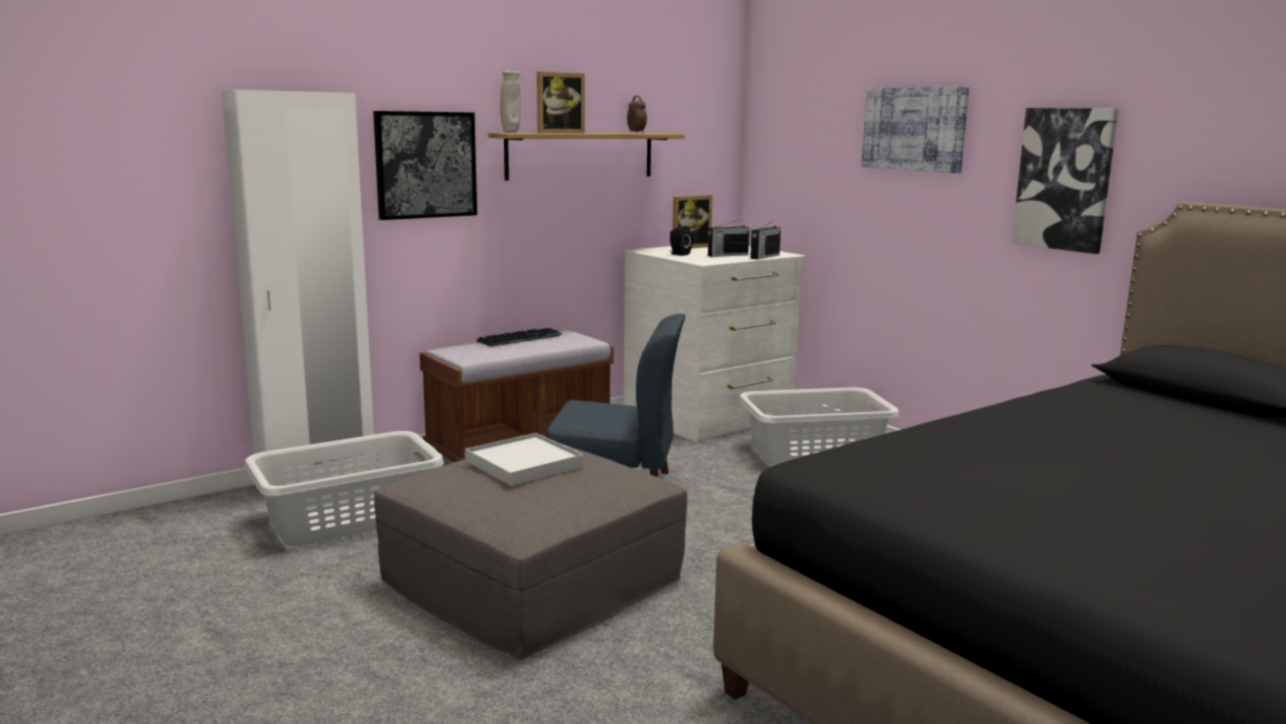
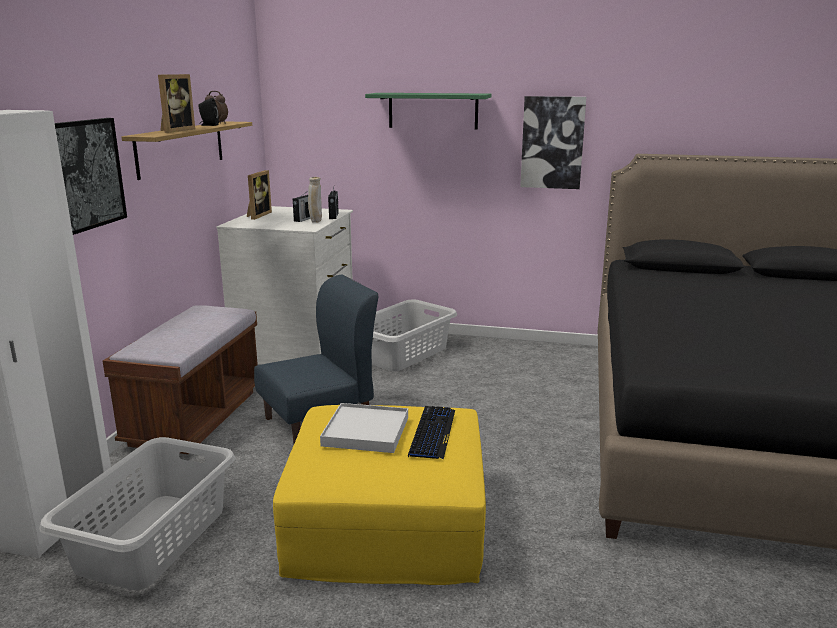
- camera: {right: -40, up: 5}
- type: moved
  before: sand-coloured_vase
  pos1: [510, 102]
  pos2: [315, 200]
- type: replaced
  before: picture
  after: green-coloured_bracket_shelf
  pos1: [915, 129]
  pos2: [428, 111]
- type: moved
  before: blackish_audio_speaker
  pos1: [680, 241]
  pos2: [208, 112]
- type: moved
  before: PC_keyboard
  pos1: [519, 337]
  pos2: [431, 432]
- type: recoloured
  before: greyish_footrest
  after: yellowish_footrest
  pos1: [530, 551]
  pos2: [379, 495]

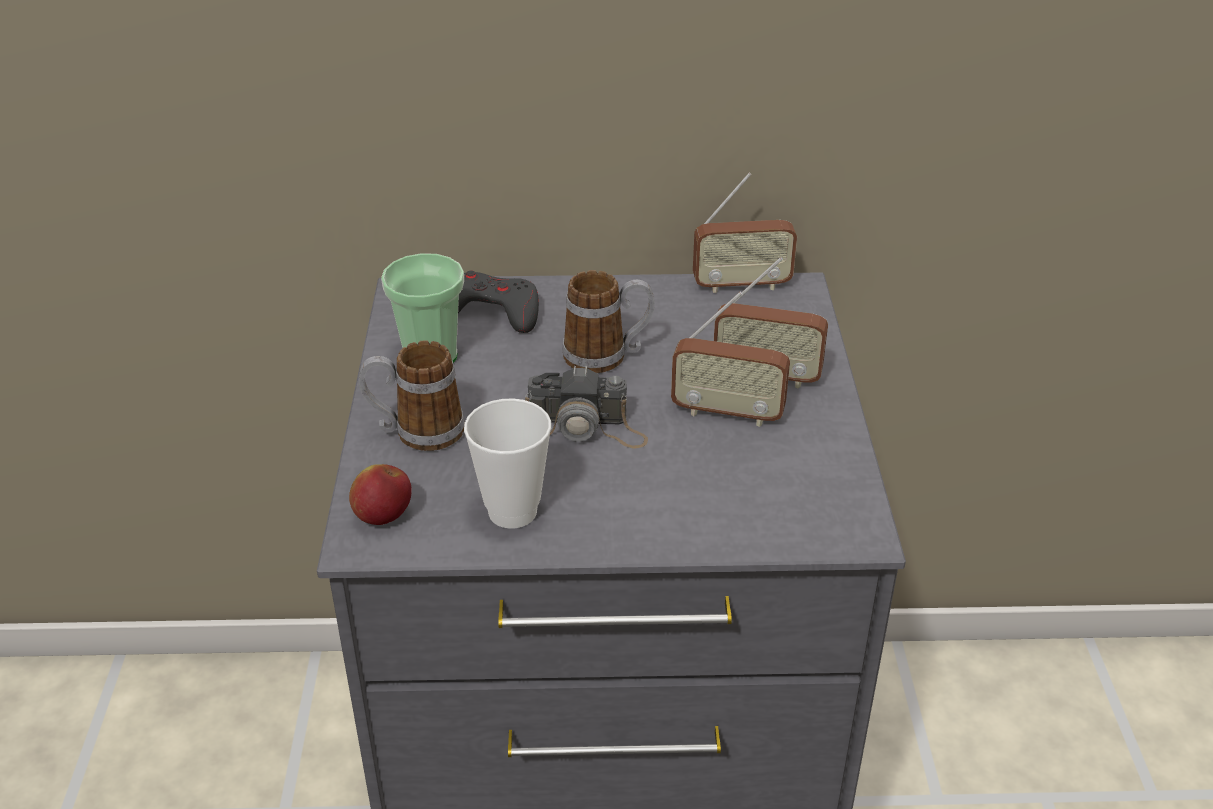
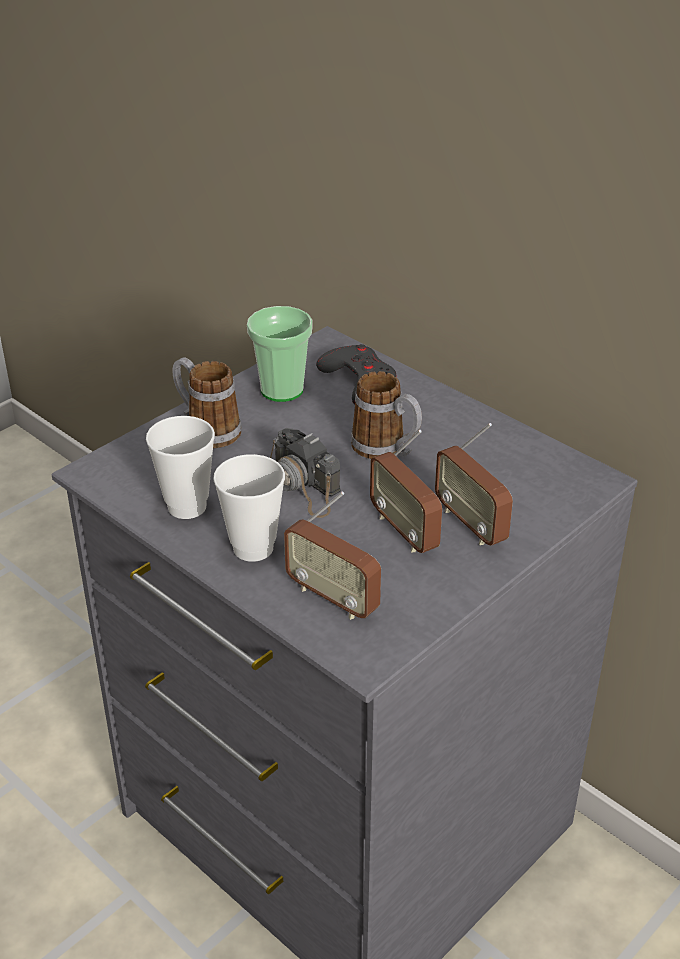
- camera: {right: 45, up: 0}
- type: moved
  before: radio
  pos1: [745, 233]
  pos2: [332, 556]
- type: removed
  before: apple_fruit
  pos1: [380, 494]
- type: added
  after: drinking_cup
  pos2: [249, 508]

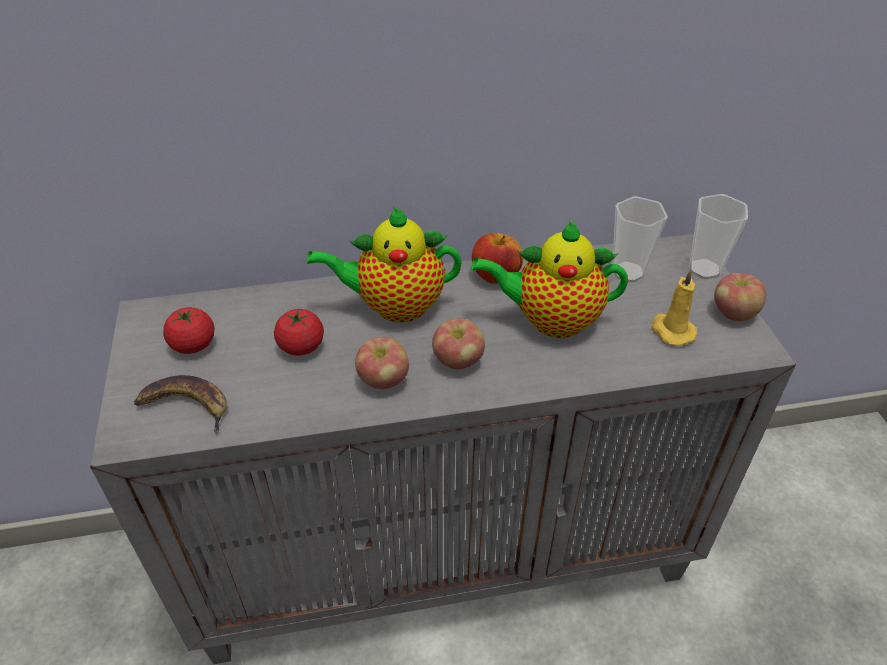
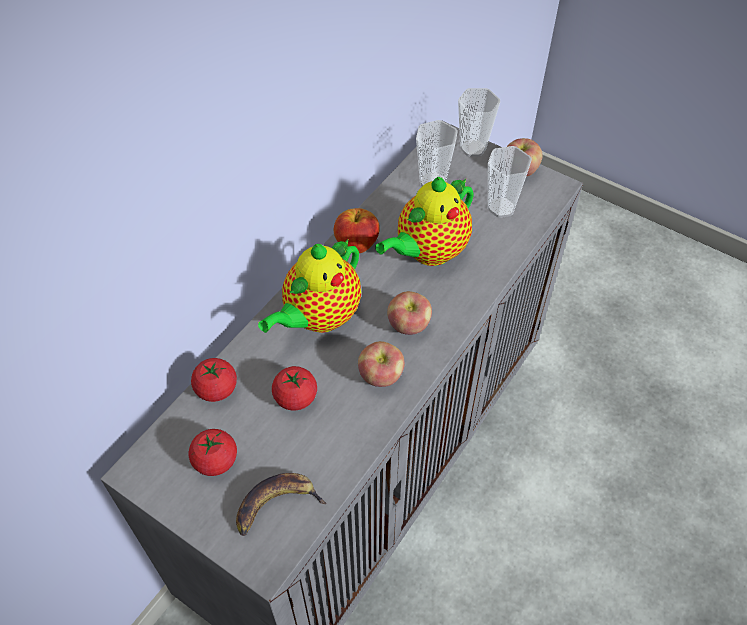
- camera: {right: -45, up: 10}
- type: replaced
  before: yellowish_candle
  after: drinking_cup
  pos1: [674, 307]
  pos2: [510, 182]
- type: added
  after: fresh_tomato
  pos2: [214, 380]

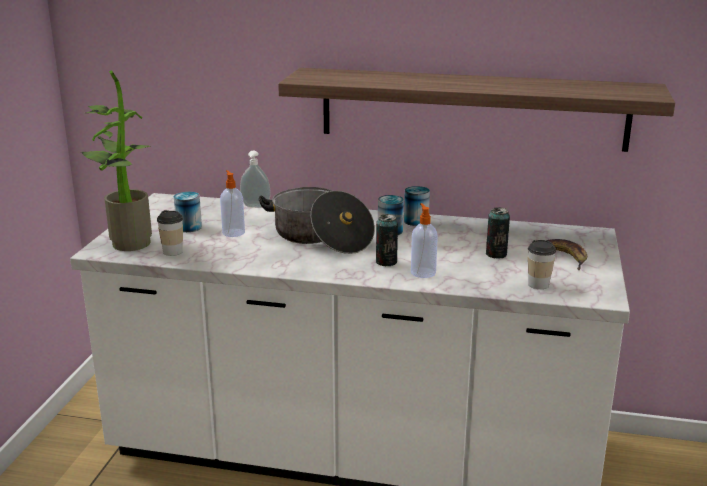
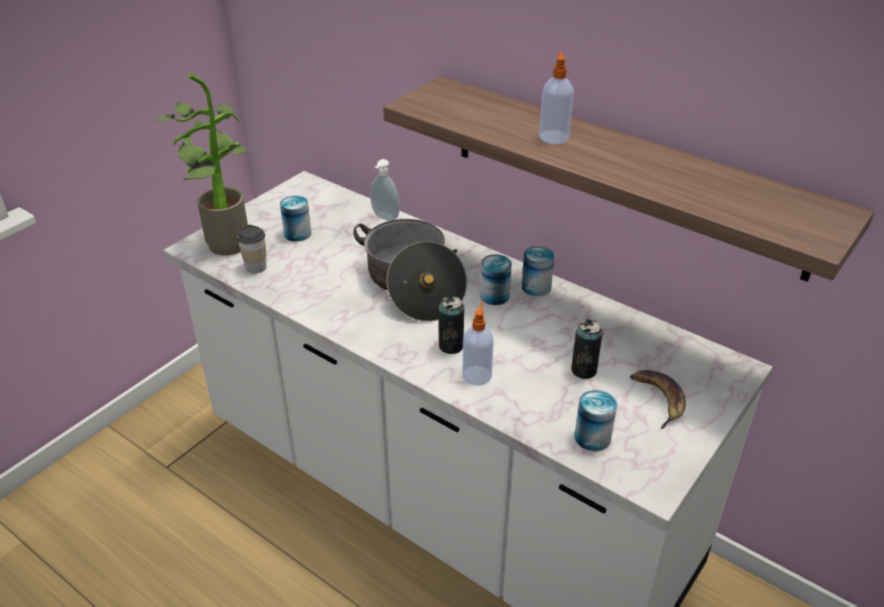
- camera: {right: 25, up: 15}
- type: moved
  before: soap_dispenser
  pos1: [232, 203]
  pos2: [556, 97]
- type: replaced
  before: drinking_cup
  after: can
  pos1: [542, 264]
  pos2: [595, 420]

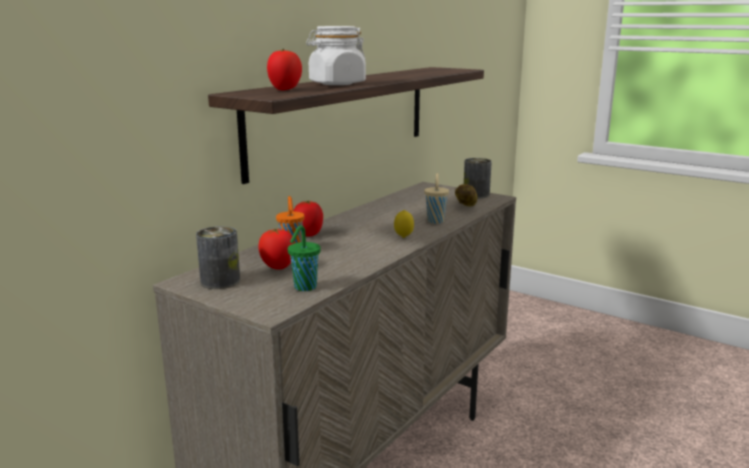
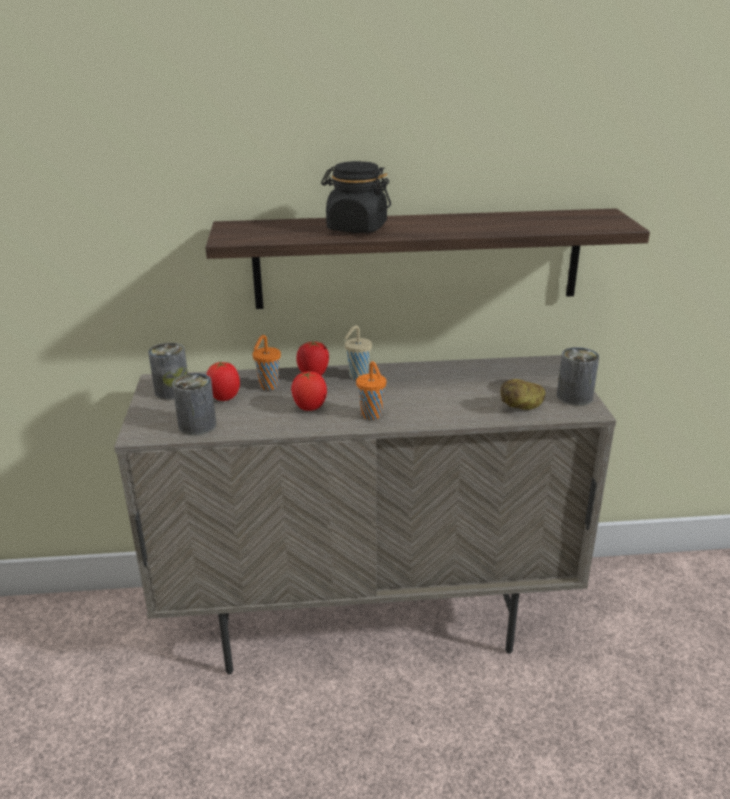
- camera: {right: 50, up: 10}
- type: recoloured
  before: whitish_storage_jar
  after: blackish_storage_jar
  pos1: [336, 55]
  pos2: [356, 197]
- type: moved
  before: fresh_tomato
  pos1: [284, 69]
  pos2: [309, 391]
- type: moved
  before: sand-coloured_drinking_cup
  pos1: [436, 198]
  pos2: [358, 352]
- type: replaced
  before: lemon
  after: orange_drinking_cup
  pos1: [404, 224]
  pos2: [371, 390]
- type: replaced
  before: green-coloured_drinking_cup
  after: can
  pos1: [304, 258]
  pos2: [194, 404]

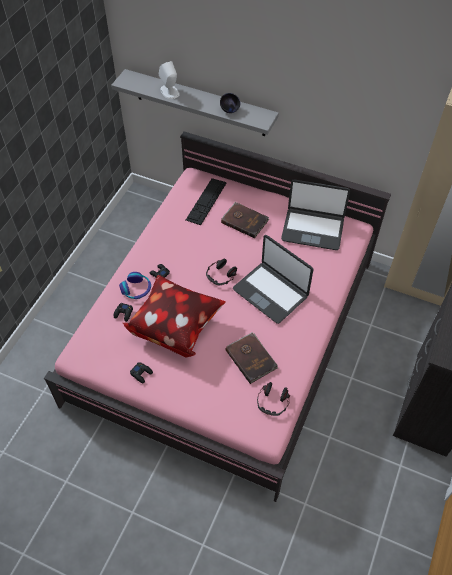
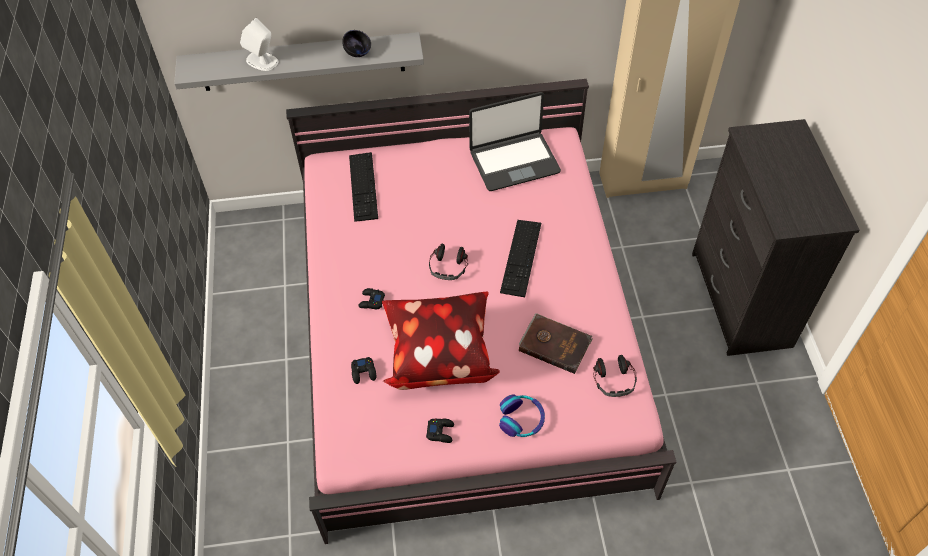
- camera: {right: -30, up: 0}
- type: removed
  before: brown-coloured_book
  pos1: [245, 220]
- type: replaced
  before: portable_computer
  after: PC_keyboard
  pos1: [273, 279]
  pos2: [520, 258]
- type: moved
  before: pair_of_headphones
  pos1: [135, 285]
  pos2: [522, 416]

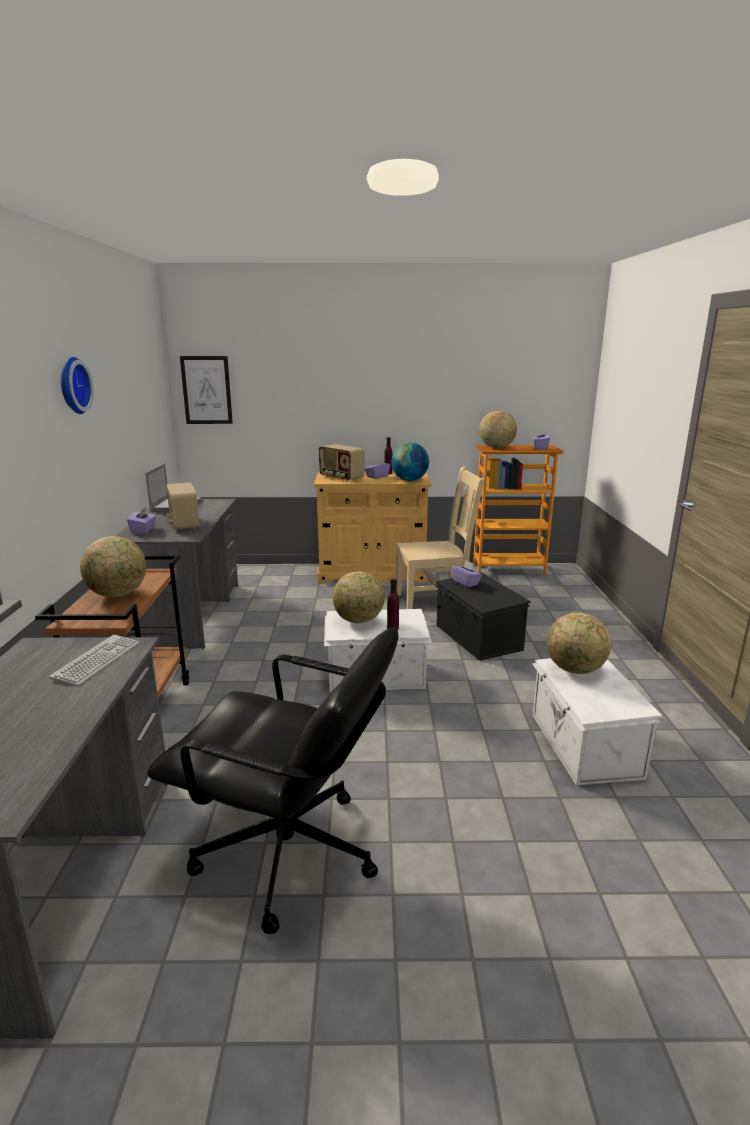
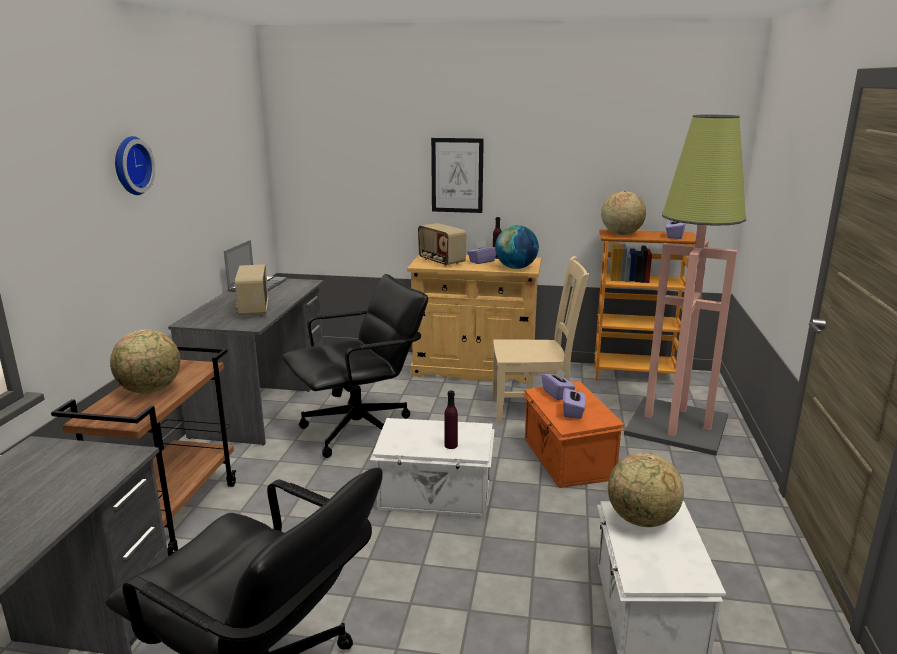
- camera: {right: 10, up: 0}
- type: moved
  before: picture
  pos1: [206, 390]
  pos2: [457, 175]
- type: moved
  before: purple-coloured_box_of_tissues
  pos1: [141, 520]
  pos2: [574, 403]
- type: removed
  before: world_globe
  pos1: [359, 597]
- type: recoloured
  before: blackish_storage_container
  after: orange_storage_container
  pos1: [482, 616]
  pos2: [573, 434]
- type: removed
  before: PC_keyboard
  pos1: [94, 660]
- type: added
  after: standard_lamp
  pos2: [685, 285]
- type: added
  after: blackish_desk_chair
  pos2: [355, 366]

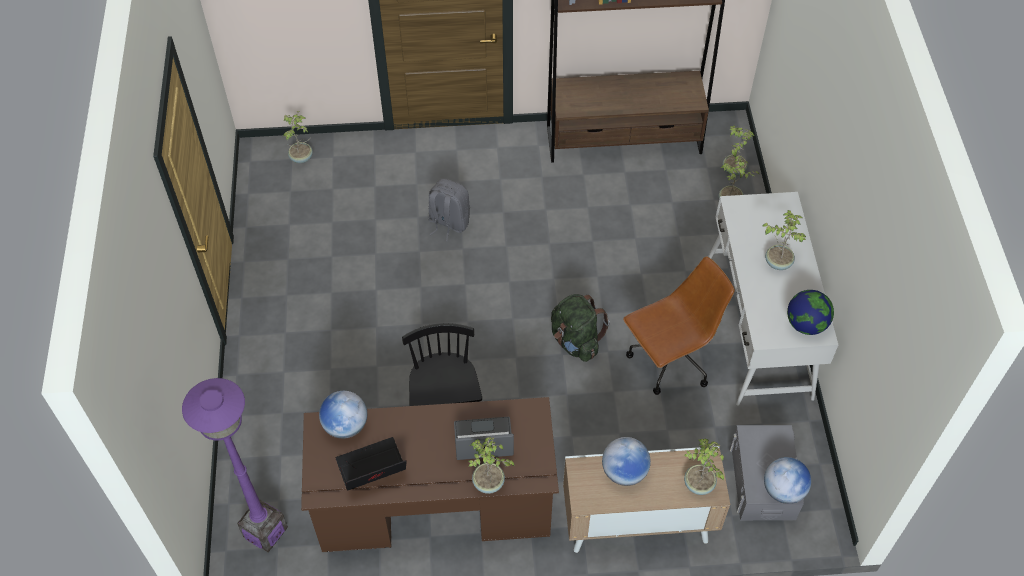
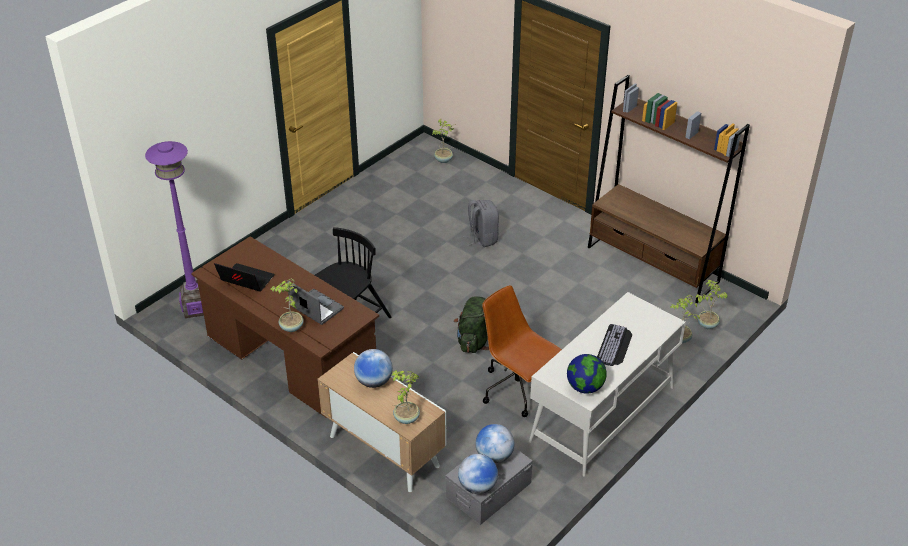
- camera: {right: 45, up: -15}
- type: replaced
  before: potted_plant
  after: PC_keyboard
  pos1: [785, 240]
  pos2: [614, 345]
- type: turned
  before: brown-coloured_desk_chair
  pos1: [679, 325]
  pos2: [522, 351]
  turn: -150
- type: moved
  before: world_globe
  pos1: [343, 415]
  pos2: [494, 443]

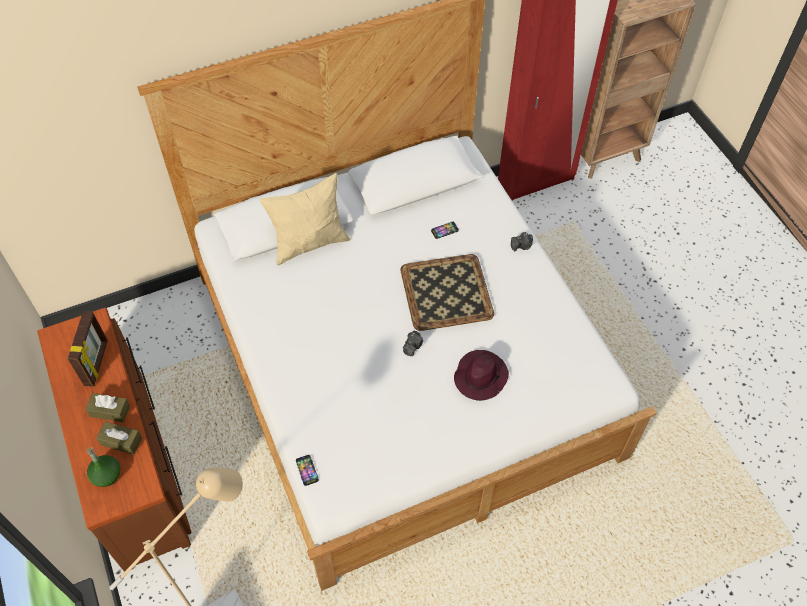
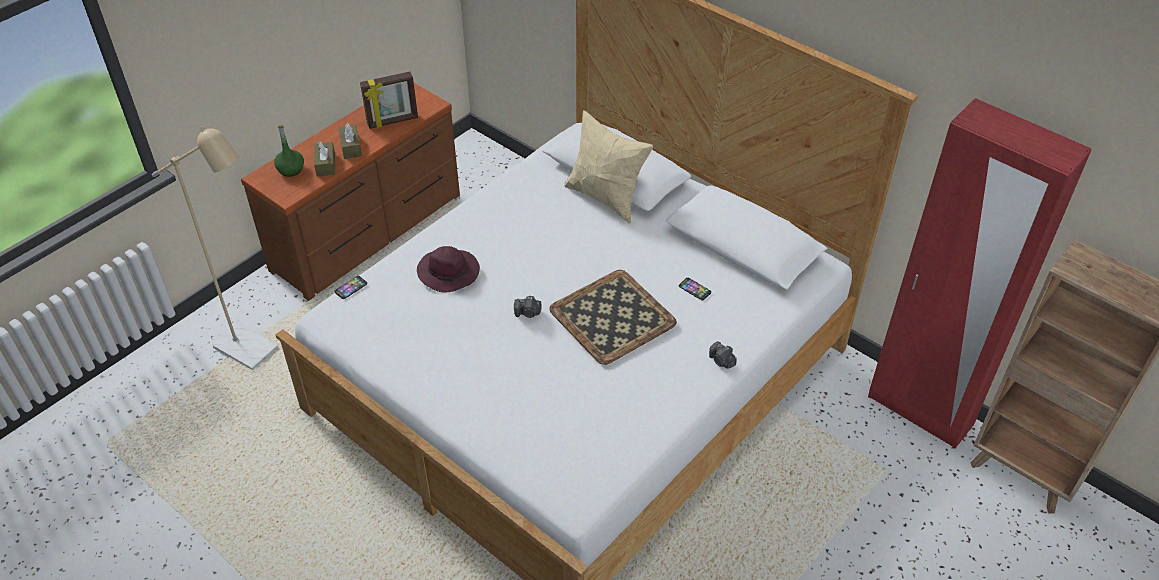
- camera: {right: 65, up: -10}
- type: moved
  before: purple-coloured_wearable_hat
  pos1: [481, 375]
  pos2: [448, 269]

